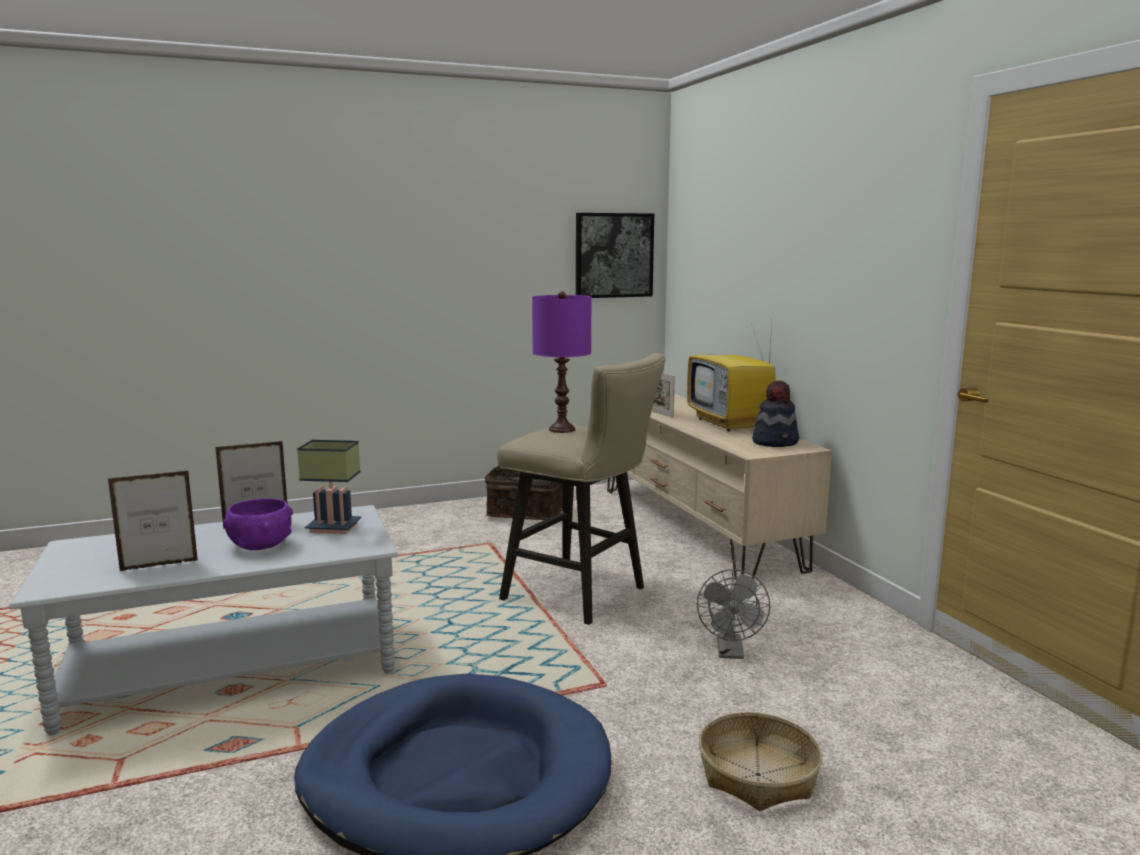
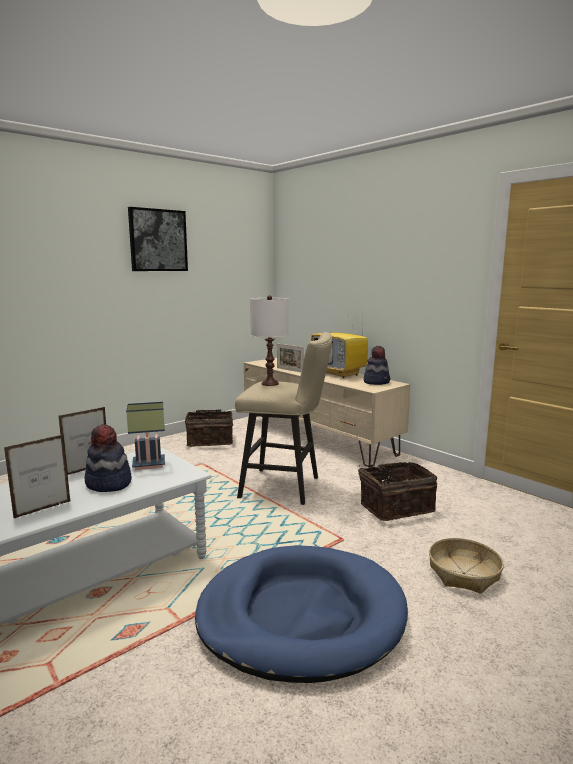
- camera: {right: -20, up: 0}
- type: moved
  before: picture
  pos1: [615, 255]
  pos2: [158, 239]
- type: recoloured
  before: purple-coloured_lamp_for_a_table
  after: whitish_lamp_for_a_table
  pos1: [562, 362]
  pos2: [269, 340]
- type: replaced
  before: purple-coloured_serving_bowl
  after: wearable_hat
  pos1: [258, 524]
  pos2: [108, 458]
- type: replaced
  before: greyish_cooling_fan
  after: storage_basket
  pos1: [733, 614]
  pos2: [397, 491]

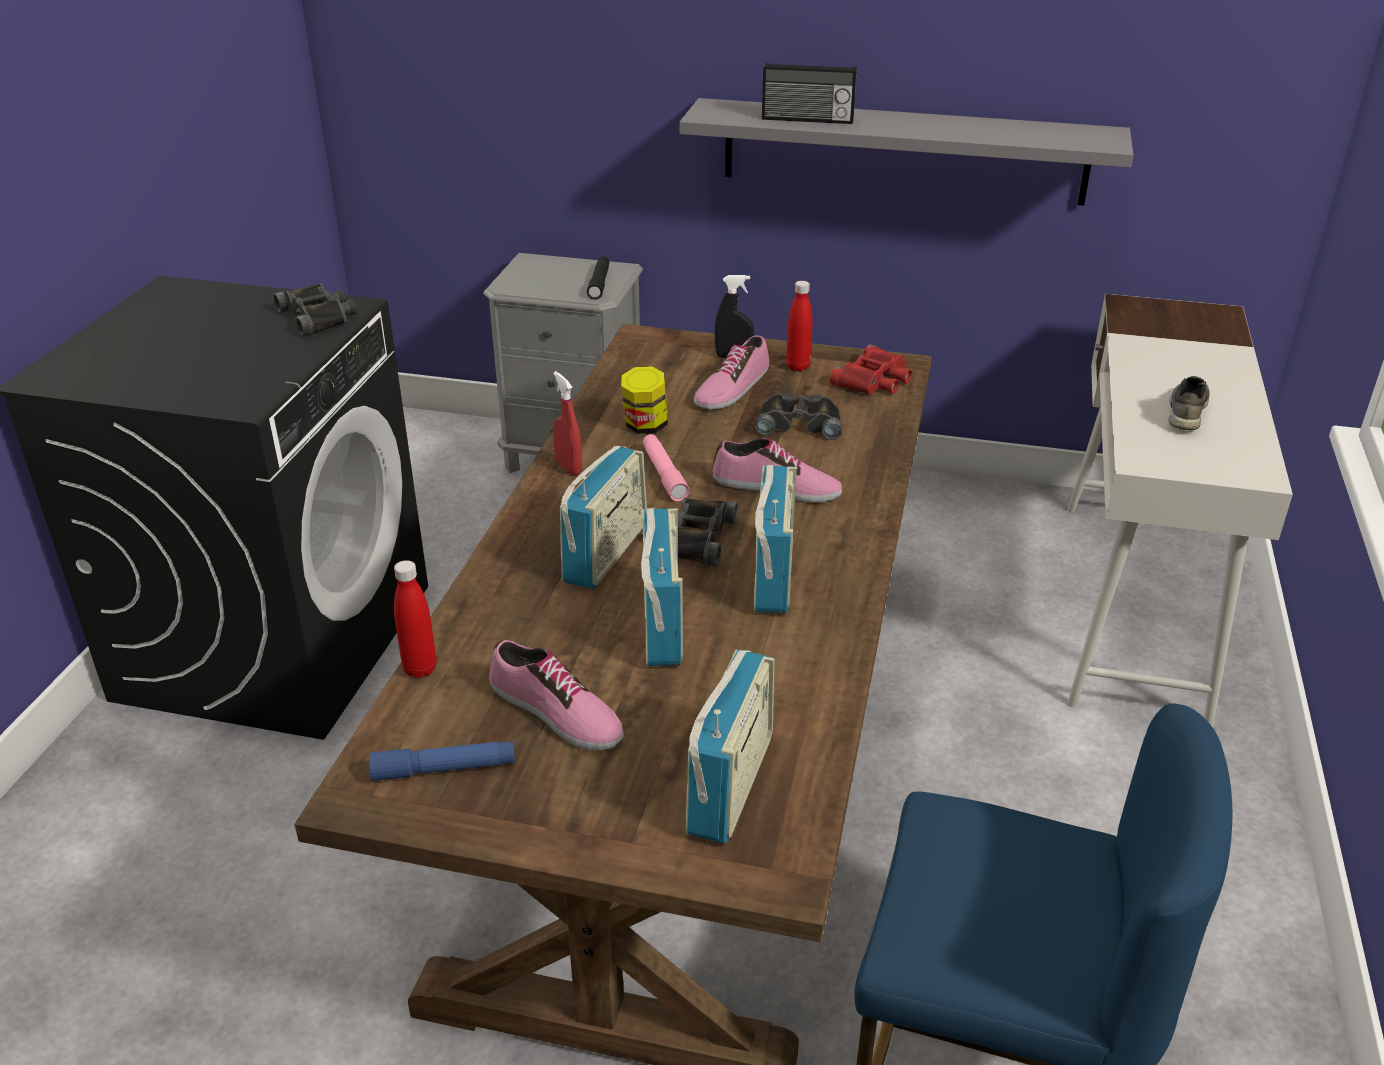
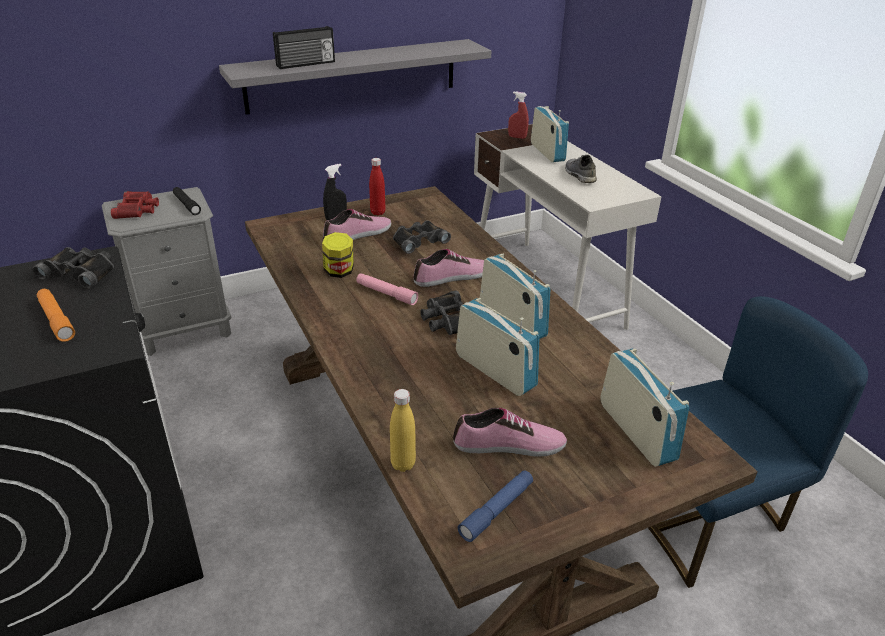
- camera: {right: -40, up: 0}
- type: turned
  before: low_shoe
  pos1: [731, 372]
  pos2: [357, 224]
  turn: -120
- type: moved
  before: reddish_pair_of_binoculars
  pos1: [871, 369]
  pos2: [135, 205]
- type: moved
  before: reddish_sprayer
  pos1: [567, 423]
  pos2: [518, 115]
- type: moved
  before: radio
  pos1: [603, 517]
  pos2: [550, 134]
- type: recoloured
  before: reddish_beverage_bottle
  after: yellowish_beverage_bottle
  pos1: [415, 619]
  pos2: [403, 430]
- type: added
  after: orange_flashlight
  pos2: [56, 315]

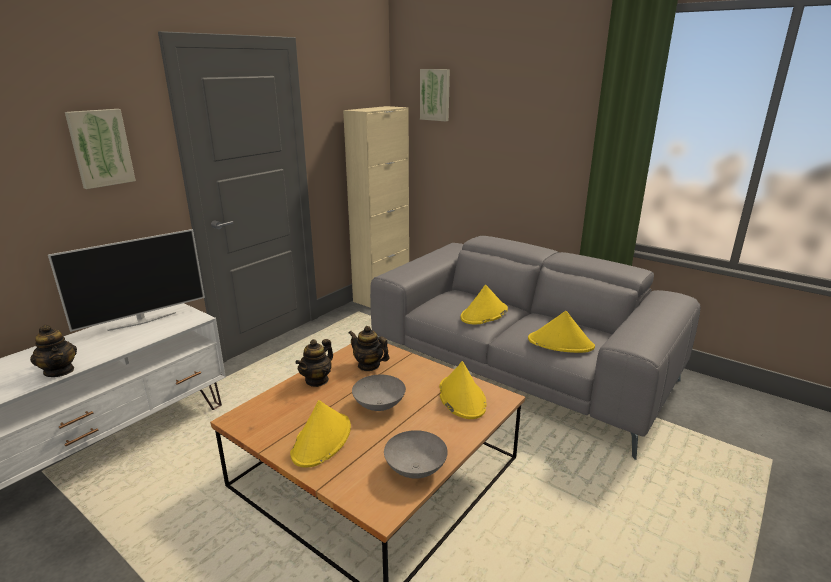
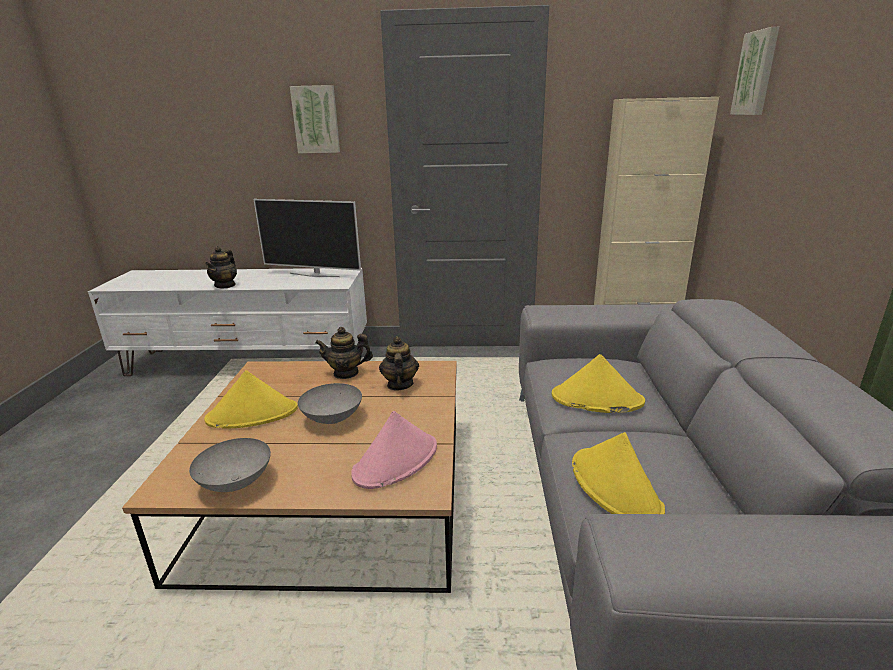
- camera: {right: 55, up: 0}
- type: recoloured
  before: yellowish_wearable_hat
  after: pink_wearable_hat
  pos1: [463, 390]
  pos2: [394, 450]

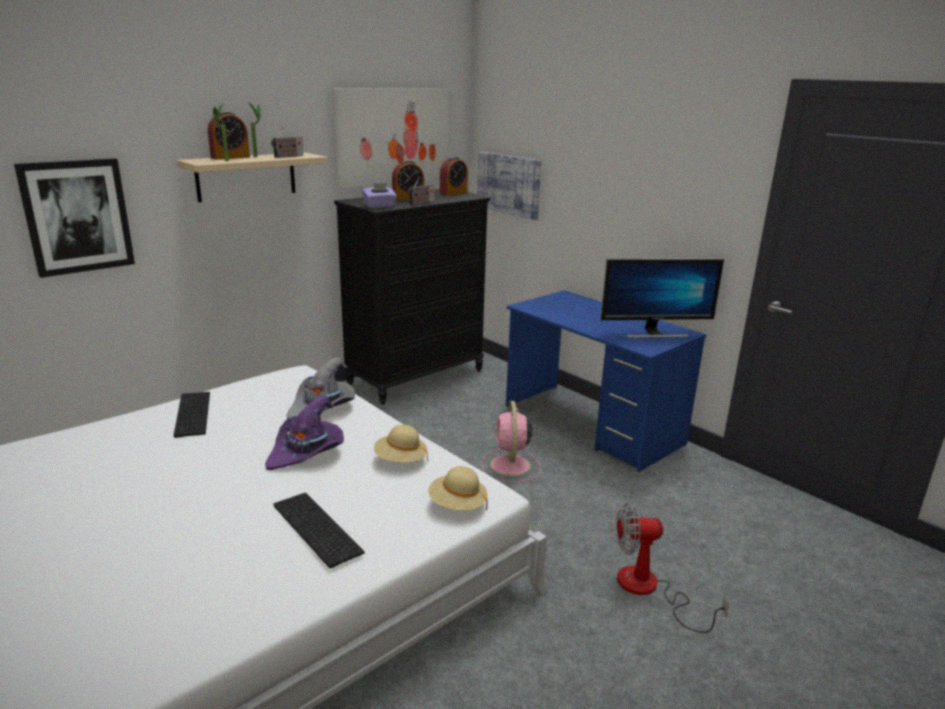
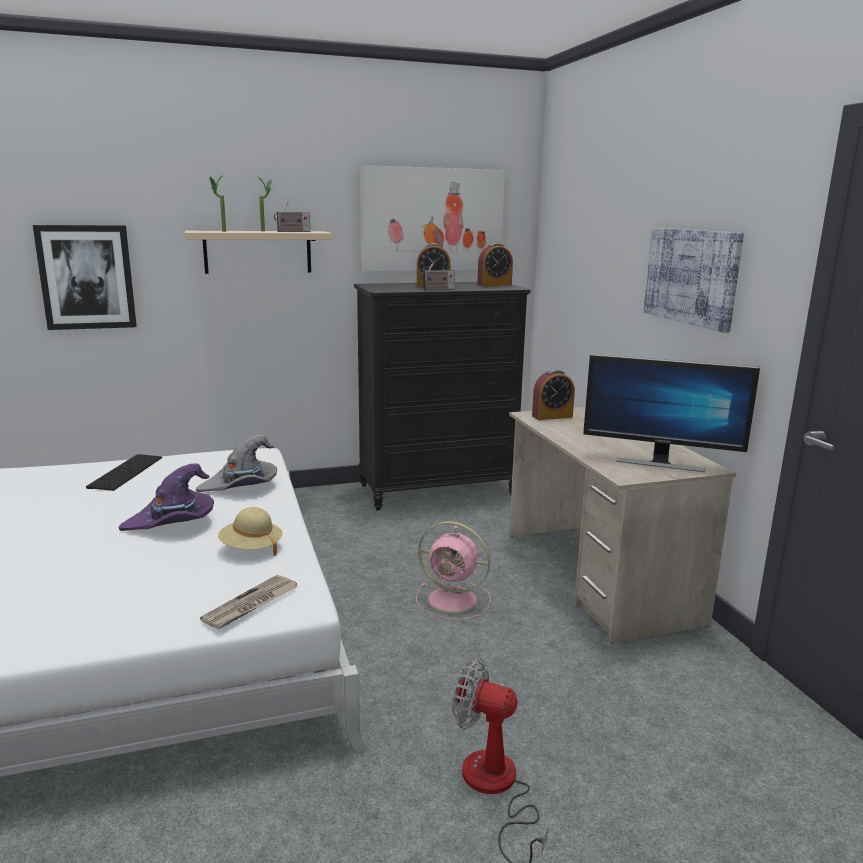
- camera: {right: 25, up: -5}
- type: moved
  before: bedside_clock
  pos1: [229, 135]
  pos2: [553, 394]
- type: moved
  before: picture
  pos1: [509, 186]
  pos2: [693, 280]
- type: removed
  before: purple-coloured_box_of_tissues
  pos1: [379, 195]
- type: recoloured
  before: blue_desk_table
  after: sand-coloured_desk_table
  pos1: [606, 381]
  pos2: [622, 525]
- type: turned
  before: pink_cooling_fan
  pos1: [511, 441]
  pos2: [453, 570]
  turn: -90
- type: replaced
  before: sand-coloured_wearable_hat
  after: printed_paper
  pos1: [457, 488]
  pos2: [249, 602]
- type: removed
  before: PC_keyboard
  pos1: [318, 530]

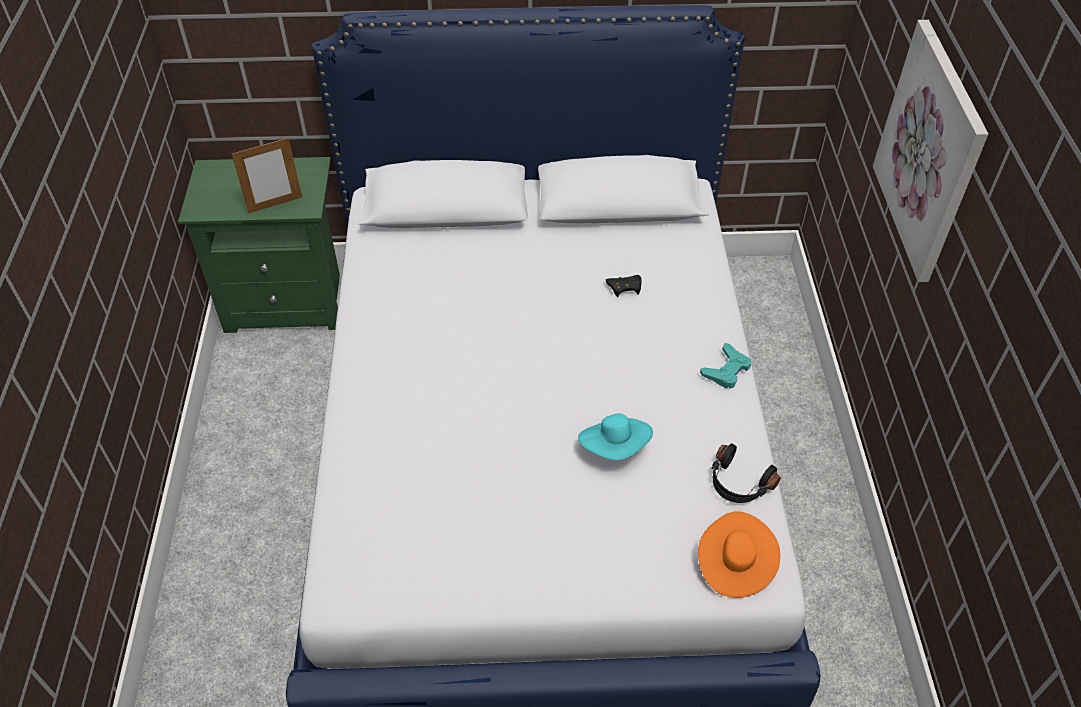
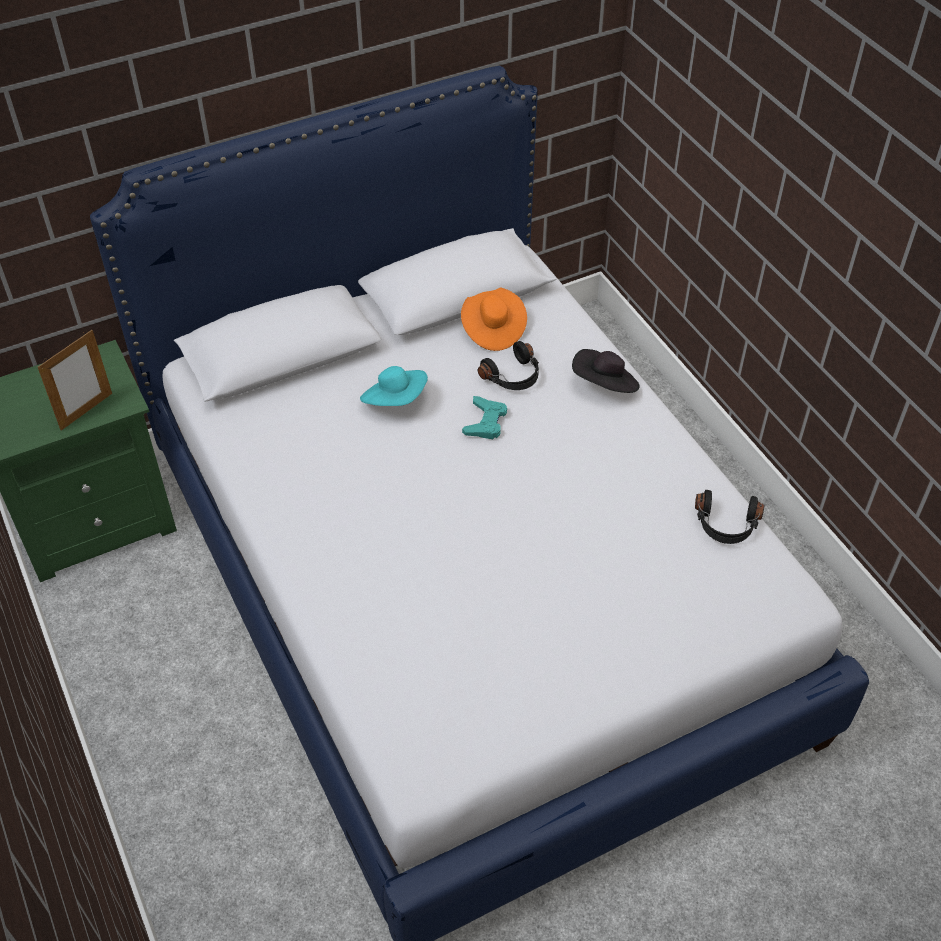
- camera: {right: -25, up: 0}
- type: removed
  before: picture
  pos1: [930, 151]
- type: replaced
  before: blackish_joypad
  after: blackish_pair_of_headphones
  pos1: [624, 286]
  pos2: [508, 365]
- type: moved
  before: blue-green_joypad
  pos1: [726, 365]
  pos2: [484, 417]
- type: moved
  before: blue-green_wearable_hat
  pos1: [615, 437]
  pos2: [394, 386]
- type: moved
  before: orange_wearable_hat
  pos1: [739, 554]
  pos2: [494, 319]
- type: added
  after: blackish_wearable_hat
  pos2: [606, 371]

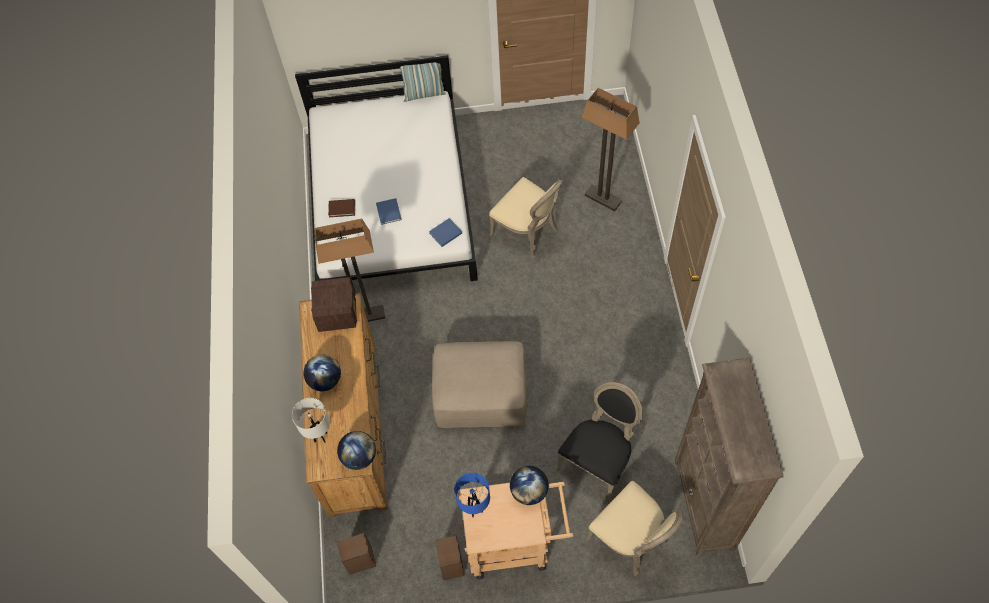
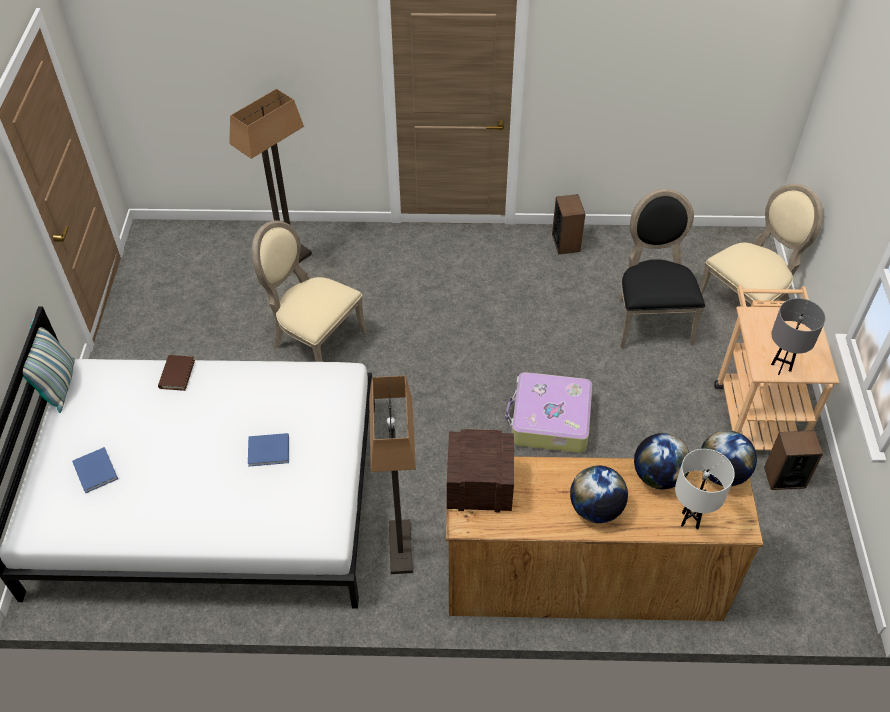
- camera: {right: -85, up: -10}
- type: turned
  before: sand-coloured_chair
  pos1: [526, 217]
  pos2: [309, 291]
  turn: -105
- type: moved
  before: brown-coloured_book
  pos1: [341, 208]
  pos2: [176, 373]
- type: moved
  before: blue_book
  pos1: [445, 232]
  pos2: [95, 470]
- type: replaced
  before: sand-coloured_footrest
  after: travel_case
  pos1: [479, 384]
  pos2: [548, 412]
- type: removed
  before: brown-coloured_bookshelf
  pos1: [729, 456]
- type: turned
  before: blackish_chair
  pos1: [600, 442]
  pos2: [661, 269]
  turn: 45
- type: moved
  before: world_globe
  pos1: [529, 485]
  pos2: [662, 461]
- type: recoloured
  before: blue_lamp_for_a_table
  after: greyish_lamp_for_a_table
  pos1: [472, 495]
  pos2: [798, 336]
- type: moved
  before: audio_speaker
  pos1: [356, 554]
  pos2: [568, 224]

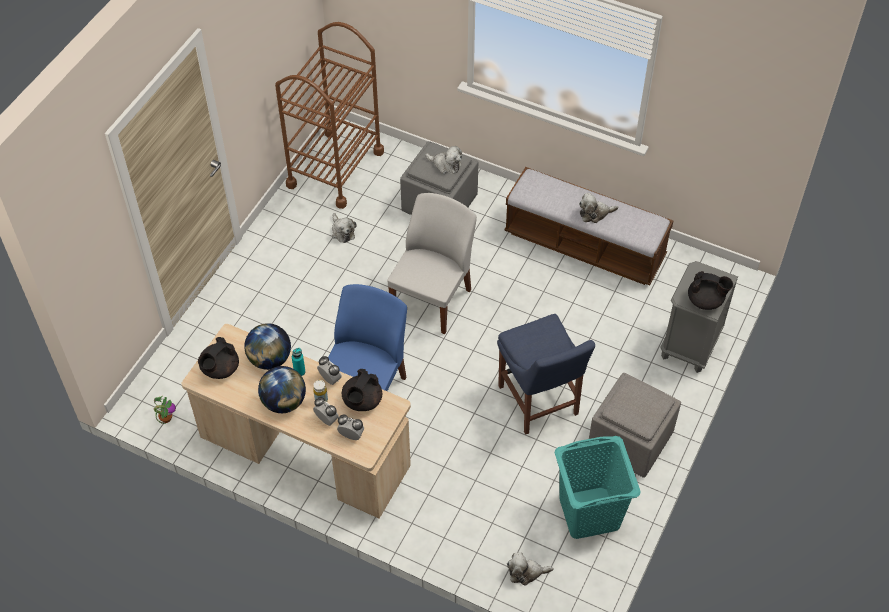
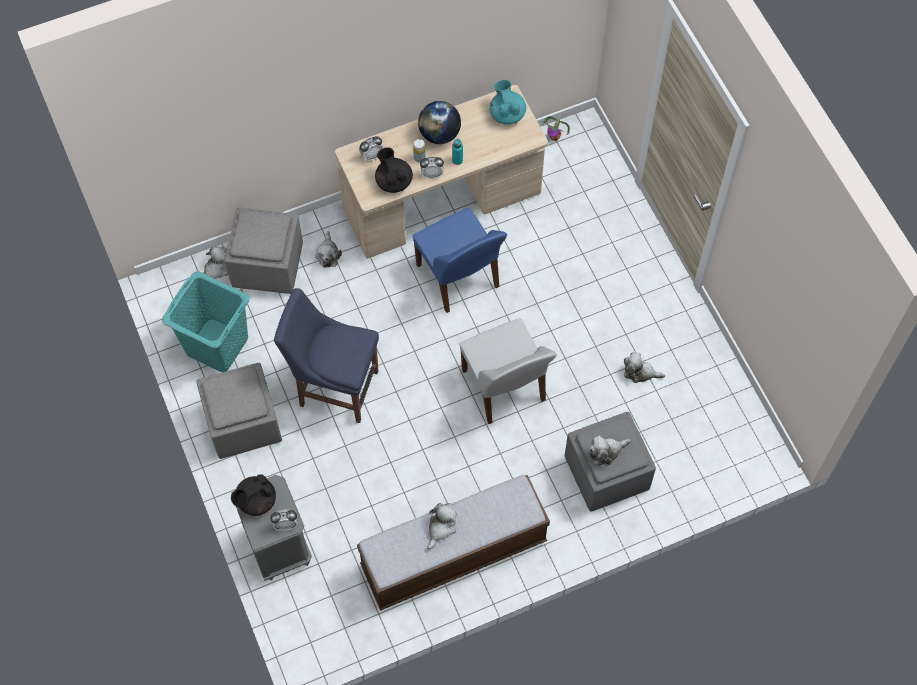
- camera: {right: 130, up: 10}
- type: removed
  before: brown-coloured_trolley
  pos1: [329, 115]
- type: removed
  before: world_globe
  pos1: [267, 346]
- type: recoloured
  before: blackish_teapot
  after: blue-green_teapot
  pos1: [218, 358]
  pos2: [507, 102]
- type: moved
  before: bedside_clock
  pos1: [326, 411]
  pos2: [284, 520]
- type: added
  after: greyish_footrest
  pos2: [264, 251]
- type: added
  after: plush_toy
  pos2: [328, 249]

